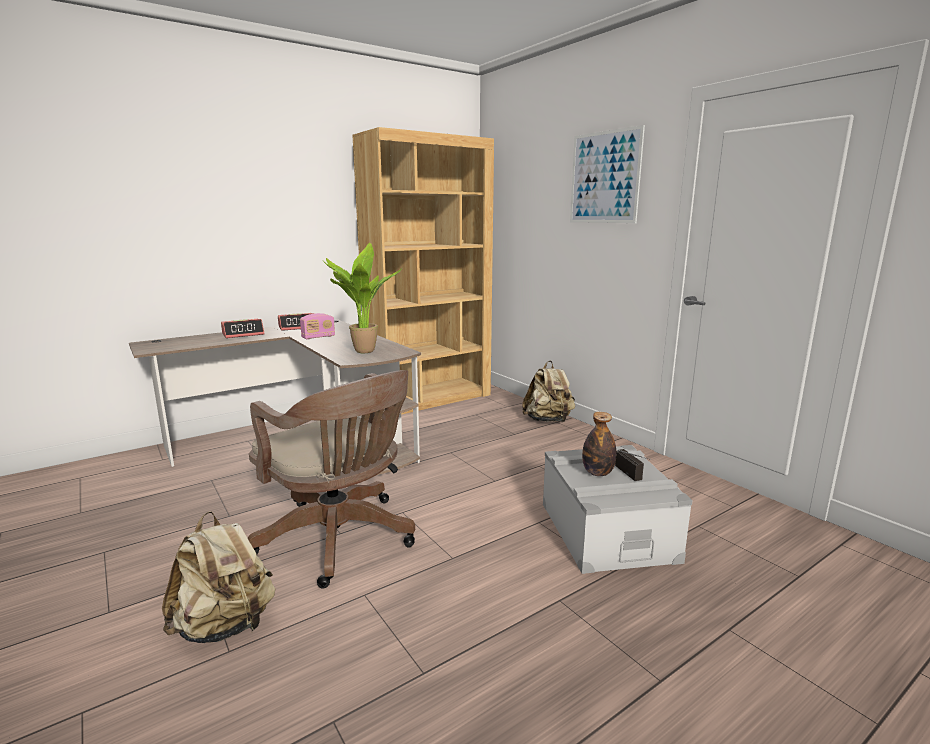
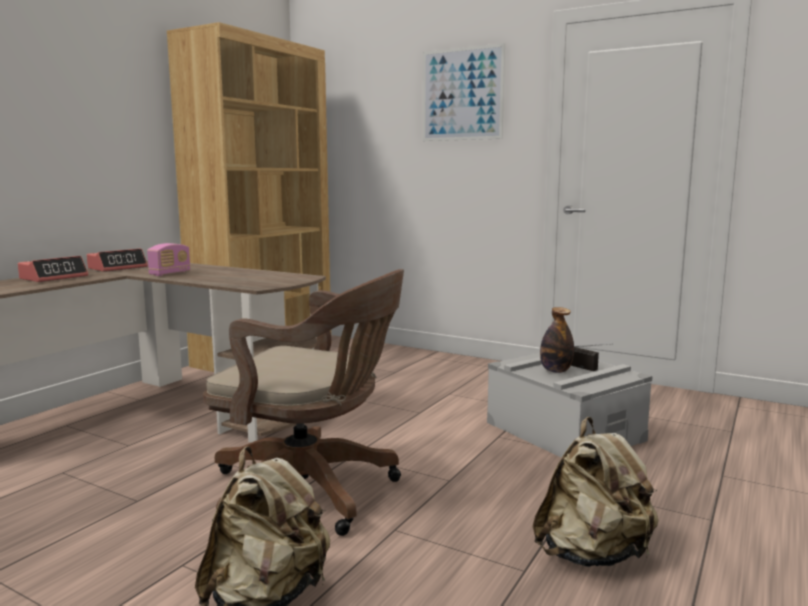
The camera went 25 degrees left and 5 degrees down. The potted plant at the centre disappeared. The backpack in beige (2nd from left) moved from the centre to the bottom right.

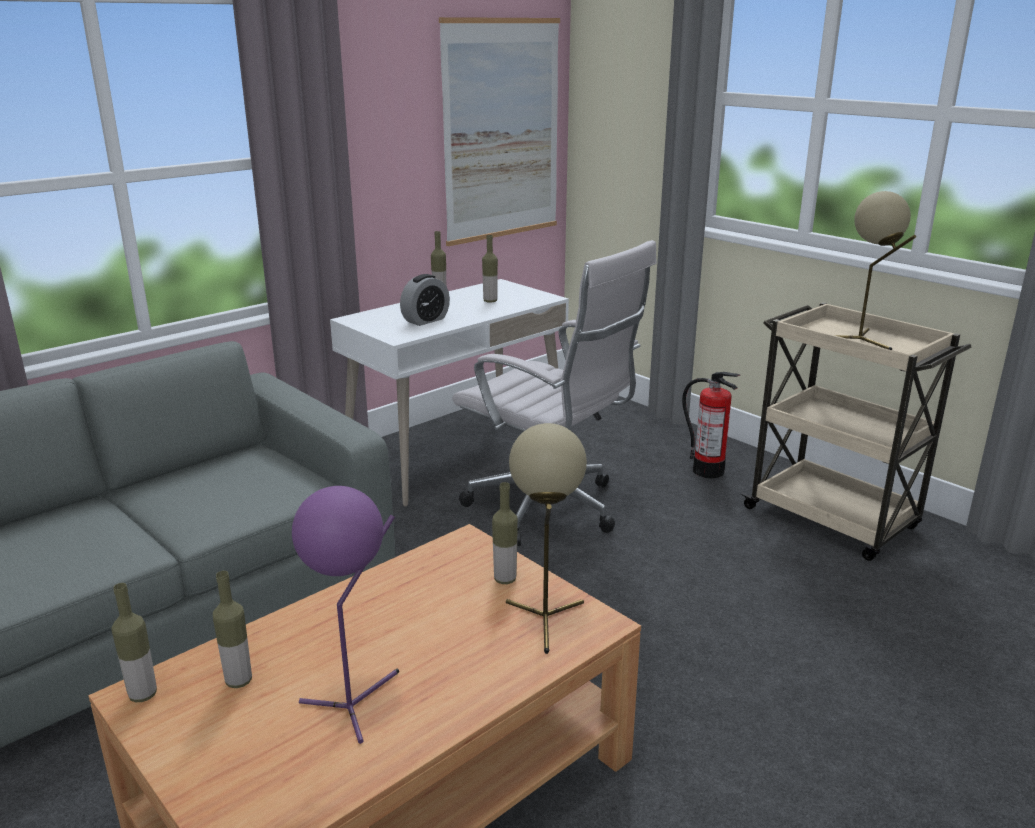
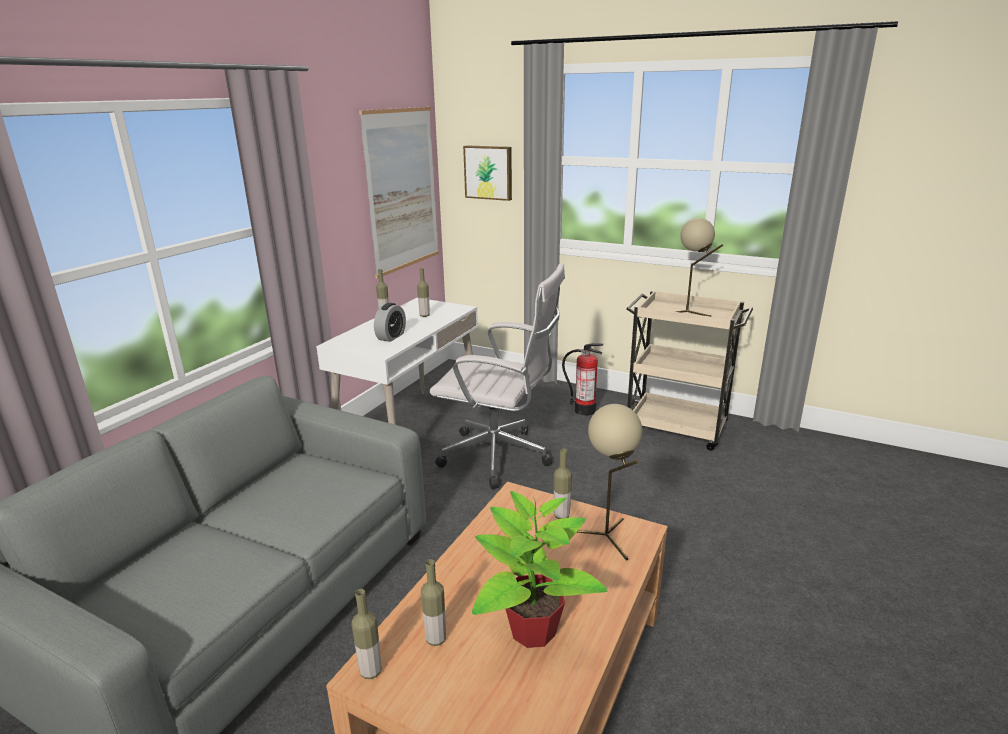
The camera went 20 degrees left and 0 degrees up. The table lamp in purple at the bottom centre was replaced by the potted plant at the bottom centre. The picture (2nd from left) at the top centre appeared.

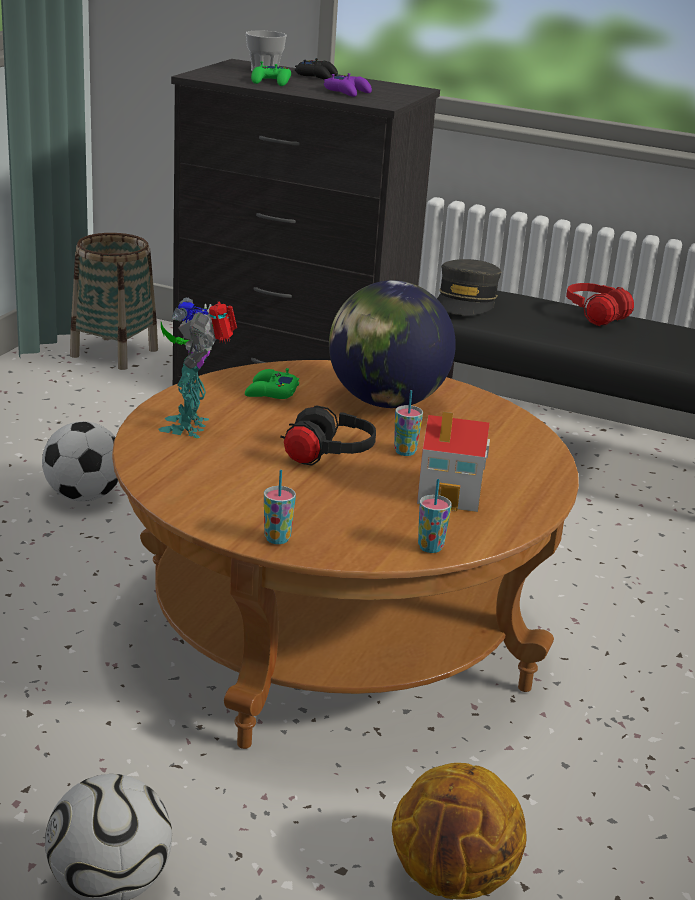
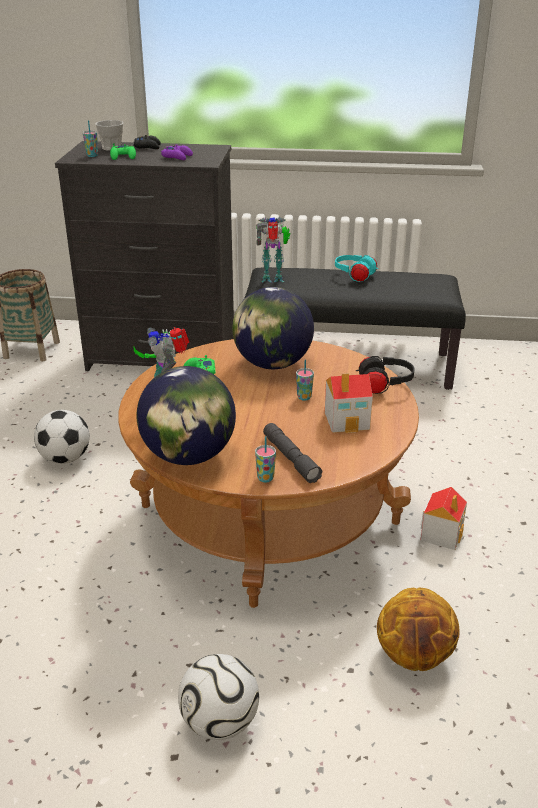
The camera went 15 degrees left and 5 degrees up. The cap in grey at the top right was replaced by the toy robot (2nd from left) at the top centre. The headphones in red at the middle right became the headphones in turquoise at the top centre. The headphones in black moved from the centre to the middle right. The cup (4th from left in the first image) moved from the centre to the top left. The globe (1st from left) at the centre appeared. The flashlight in grey at the centre appeared. The toy house (2nd from left) at the middle right appeared.

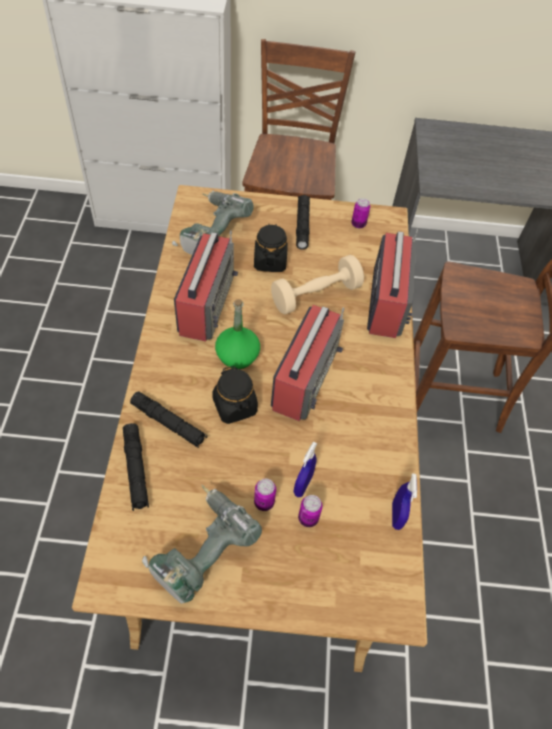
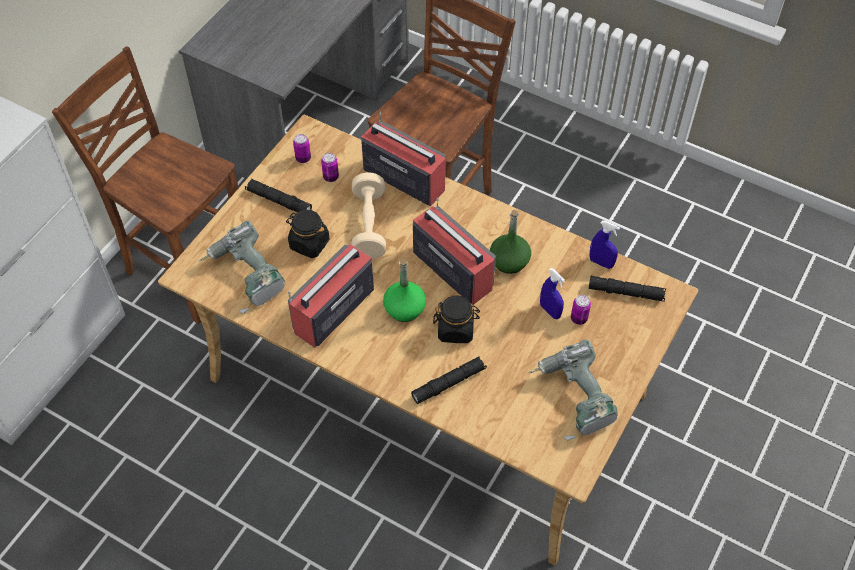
The camera went 60 degrees left and 0 degrees up. The radio (1st from left) at the centre turned 90 degrees counterclockwise. The flashlight in black (1st from left in the first image) moved from the middle left to the middle right. The can (1st from left in the first image) moved from the bottom centre to the top centre. The bottle in green (2nd from left) at the centre appeared.

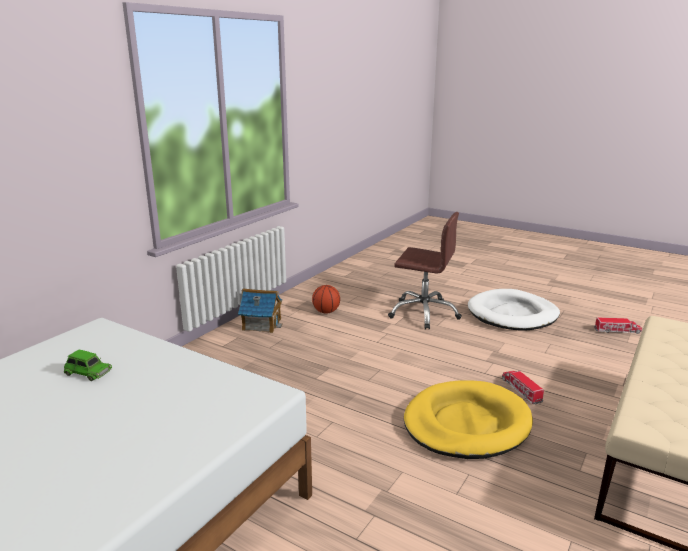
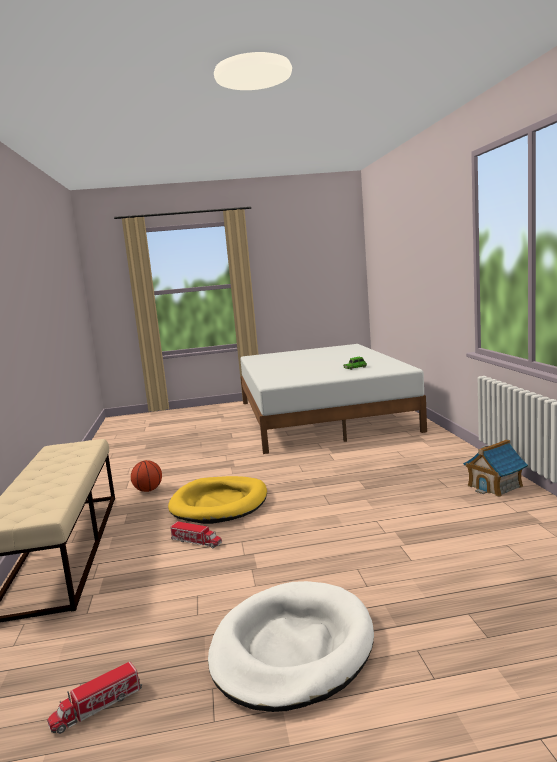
The camera went 140 degrees right and 10 degrees down. The office chair in brown at the centre disappeared. The basketball moved from the centre to the middle left.

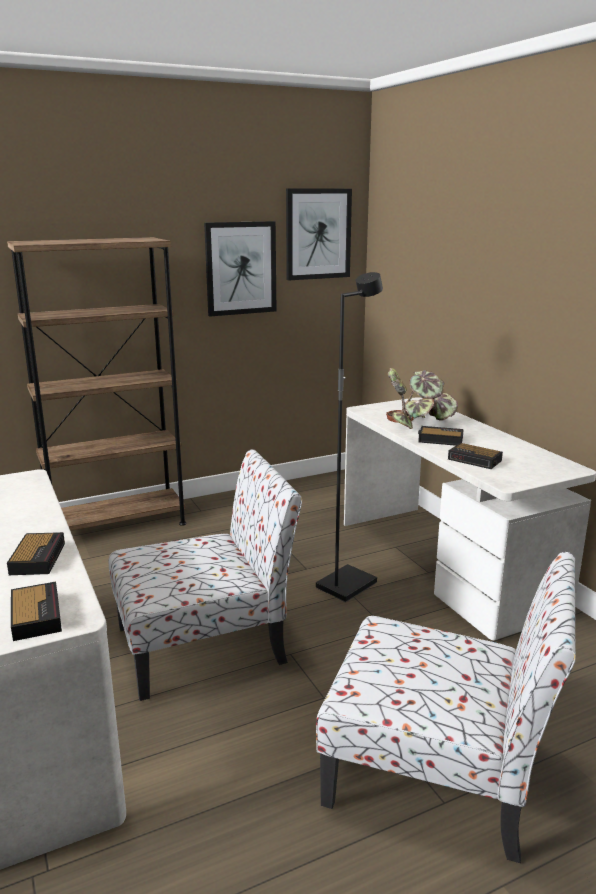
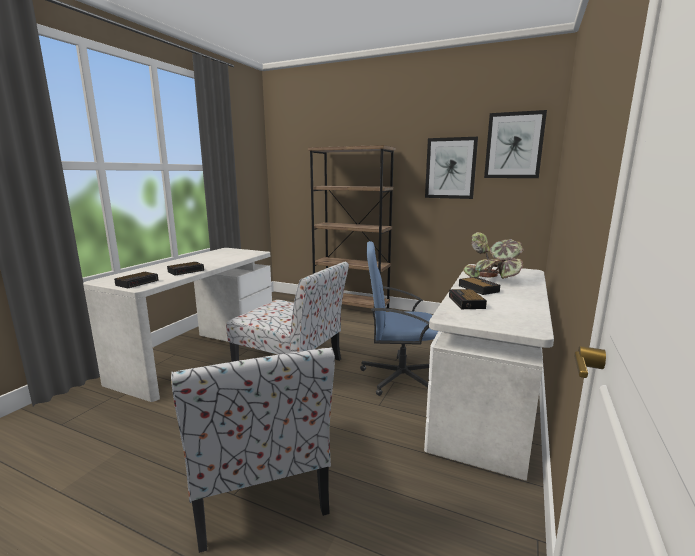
The camera went 50 degrees right and 5 degrees down. The floor lamp in black at the centre was replaced by the office chair in blue at the centre.

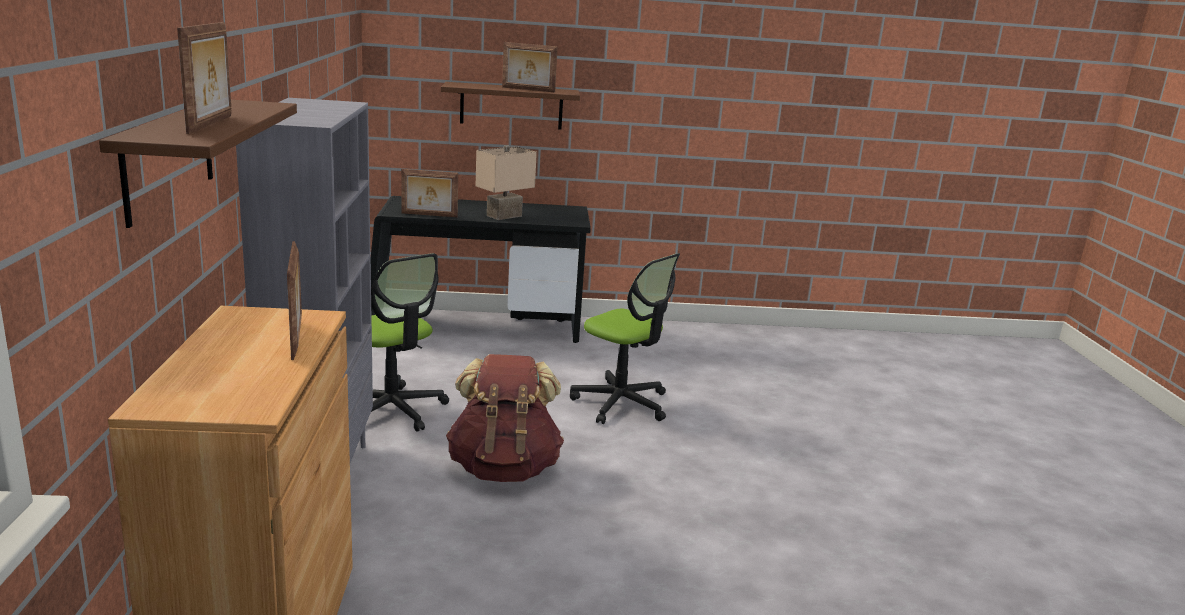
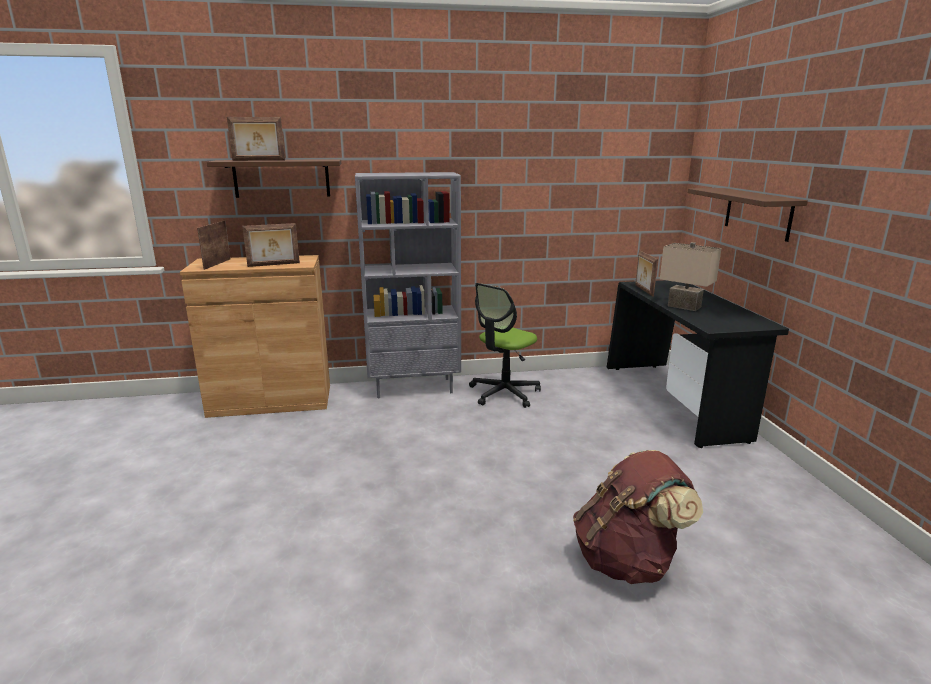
The camera went 85 degrees right and 0 degrees up. The picture frame (4th from left in the first image) moved from the top centre to the middle left. The office chair (2nd from left) at the centre disappeared. The backpack in brown moved from the bottom centre to the bottom right.

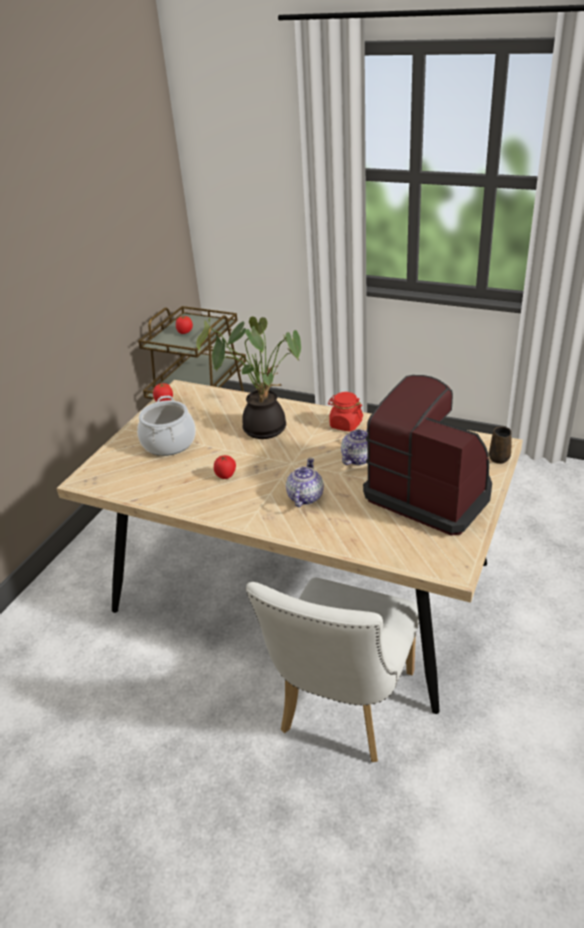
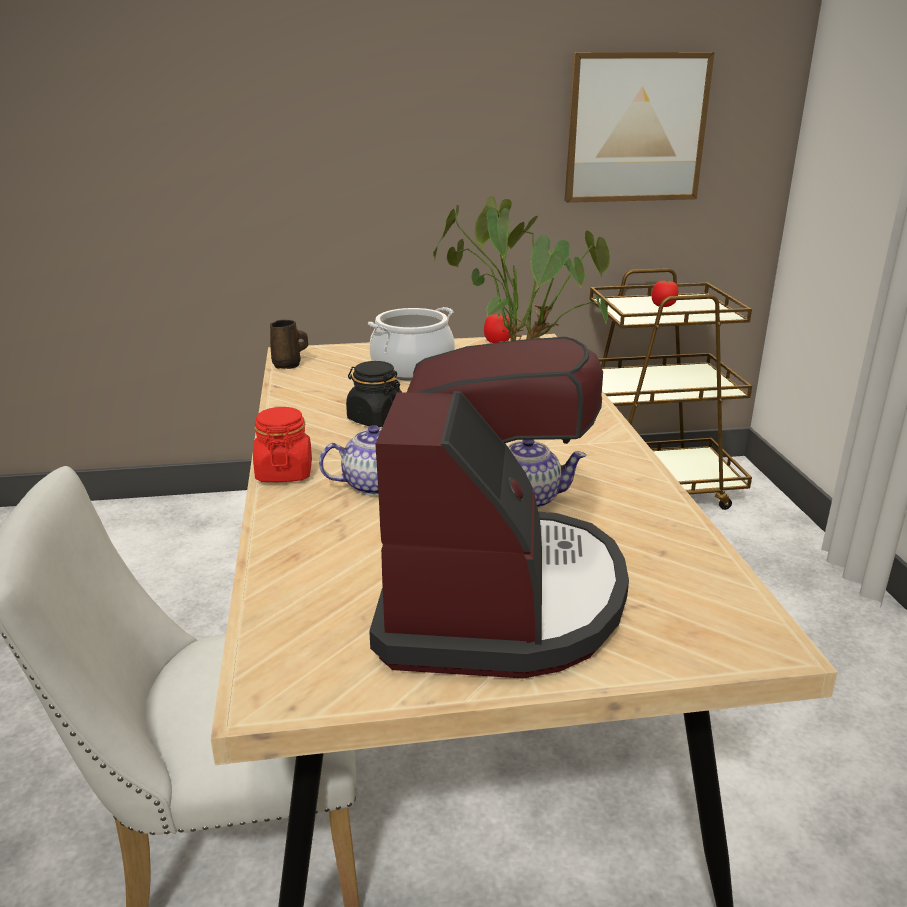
The camera went 55 degrees right and 10 degrees down. The jar in red moved from the centre to the middle left. The mug in brown moved from the middle right to the middle left. The tomato (3rd from left) at the centre was replaced by the jar in black at the centre. The picture at the top right appeared.

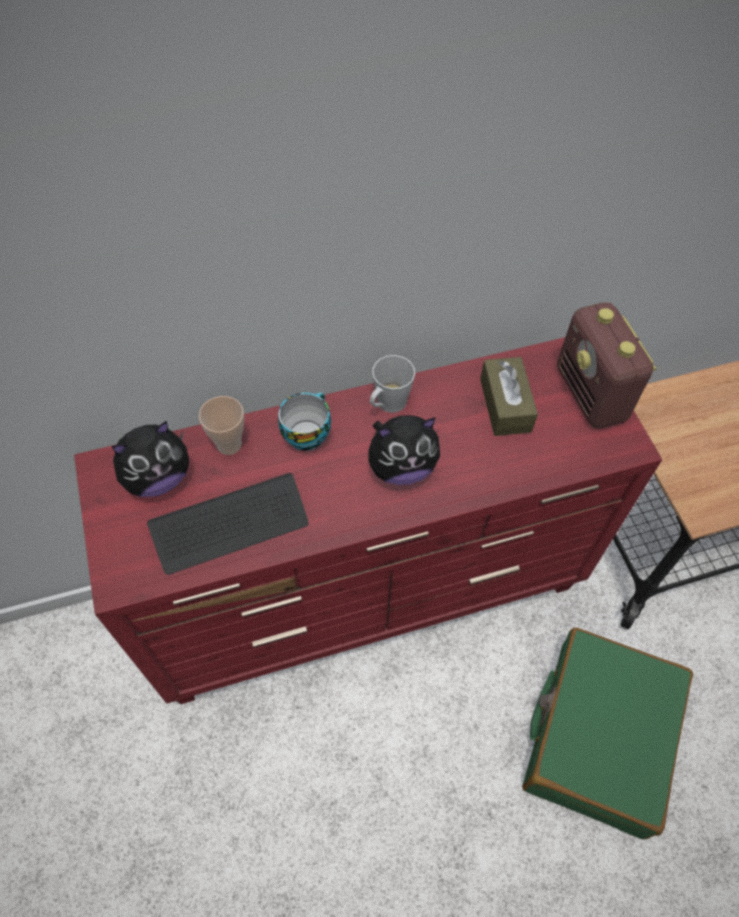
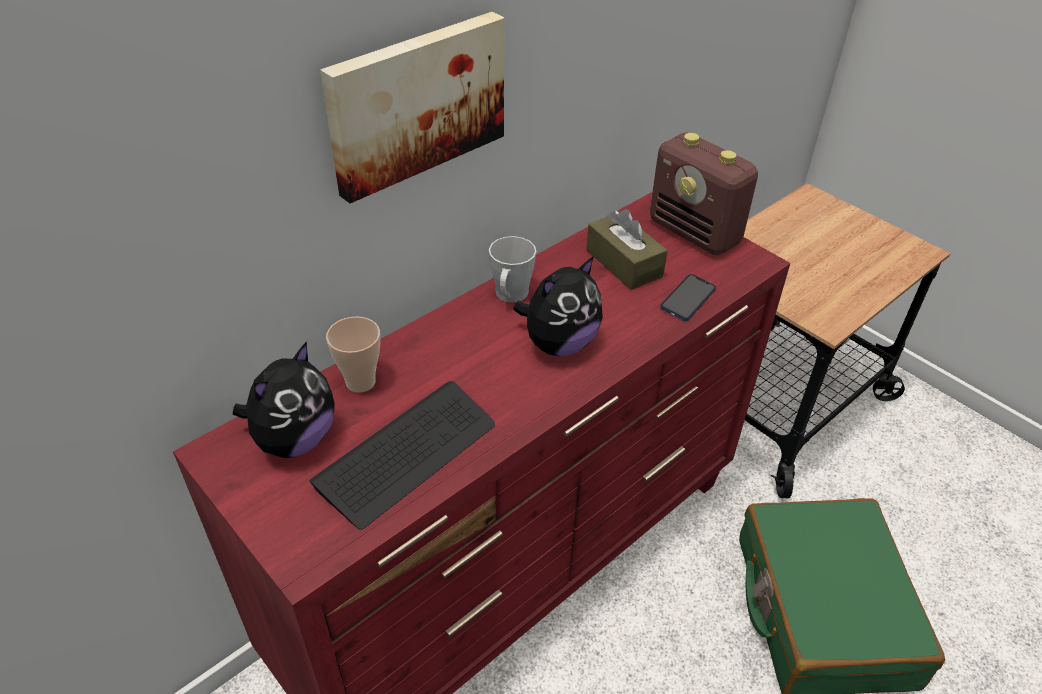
The camera went 25 degrees left and 15 degrees down. The cup (2nd from left) at the centre disappeared. The picture at the top centre appeared. The phone at the centre appeared.

